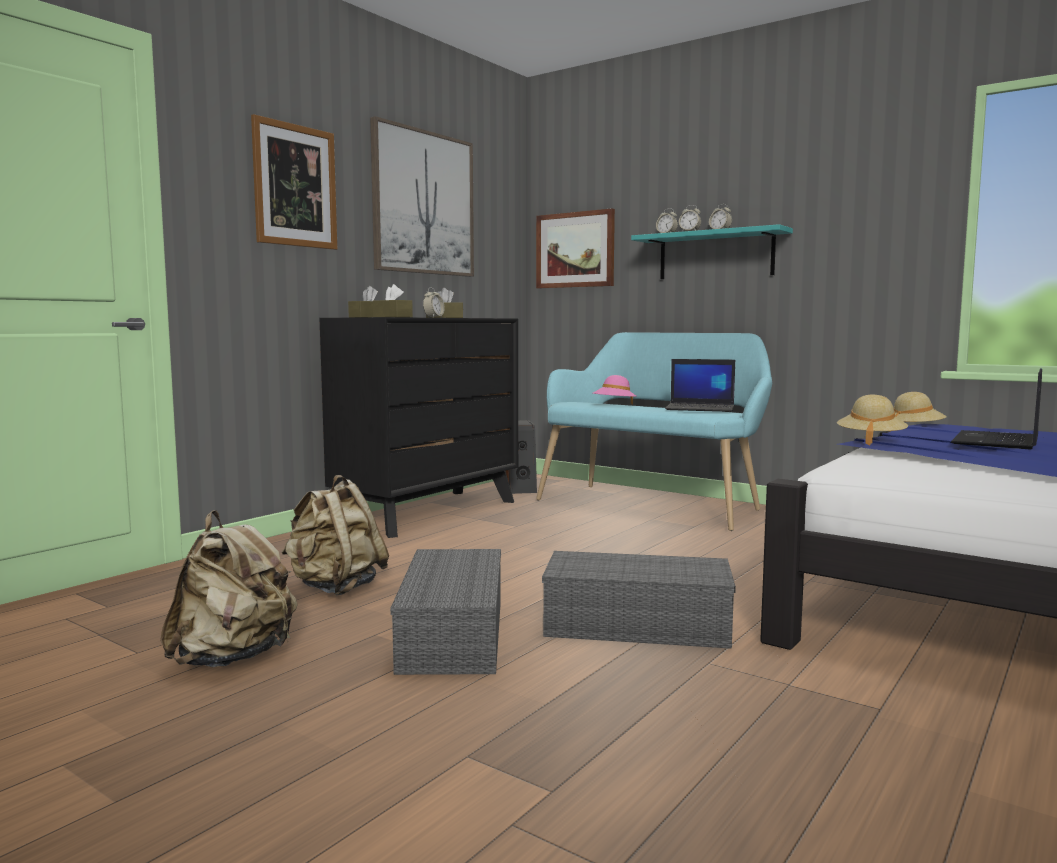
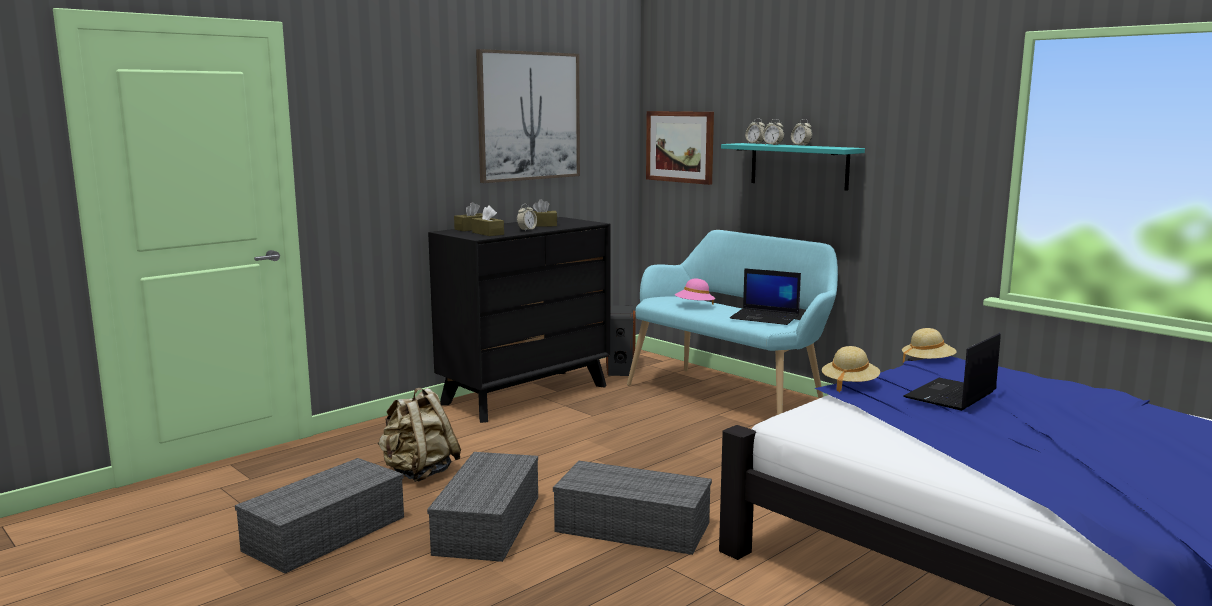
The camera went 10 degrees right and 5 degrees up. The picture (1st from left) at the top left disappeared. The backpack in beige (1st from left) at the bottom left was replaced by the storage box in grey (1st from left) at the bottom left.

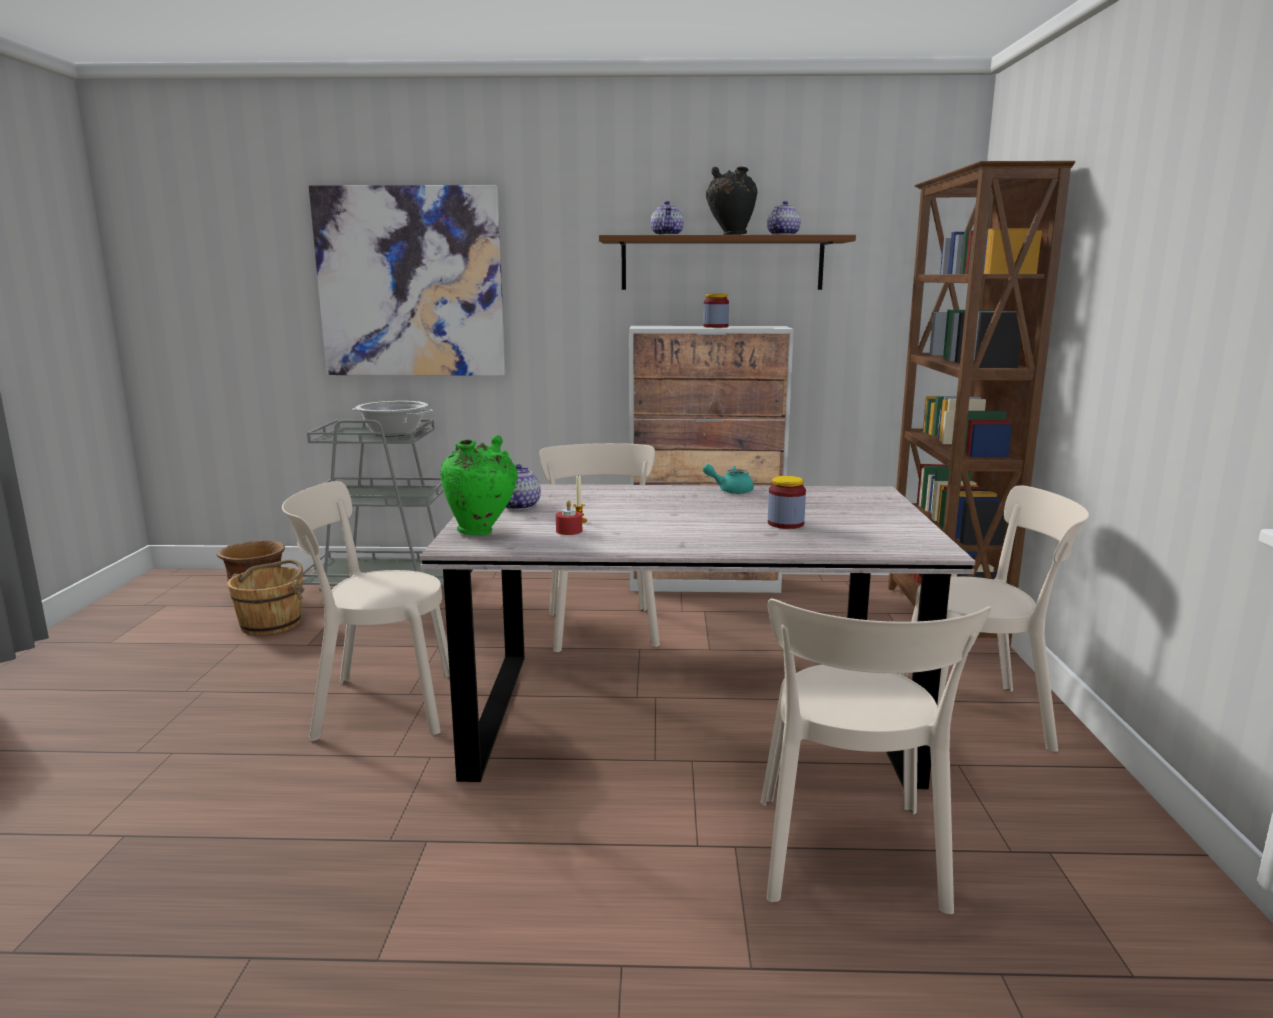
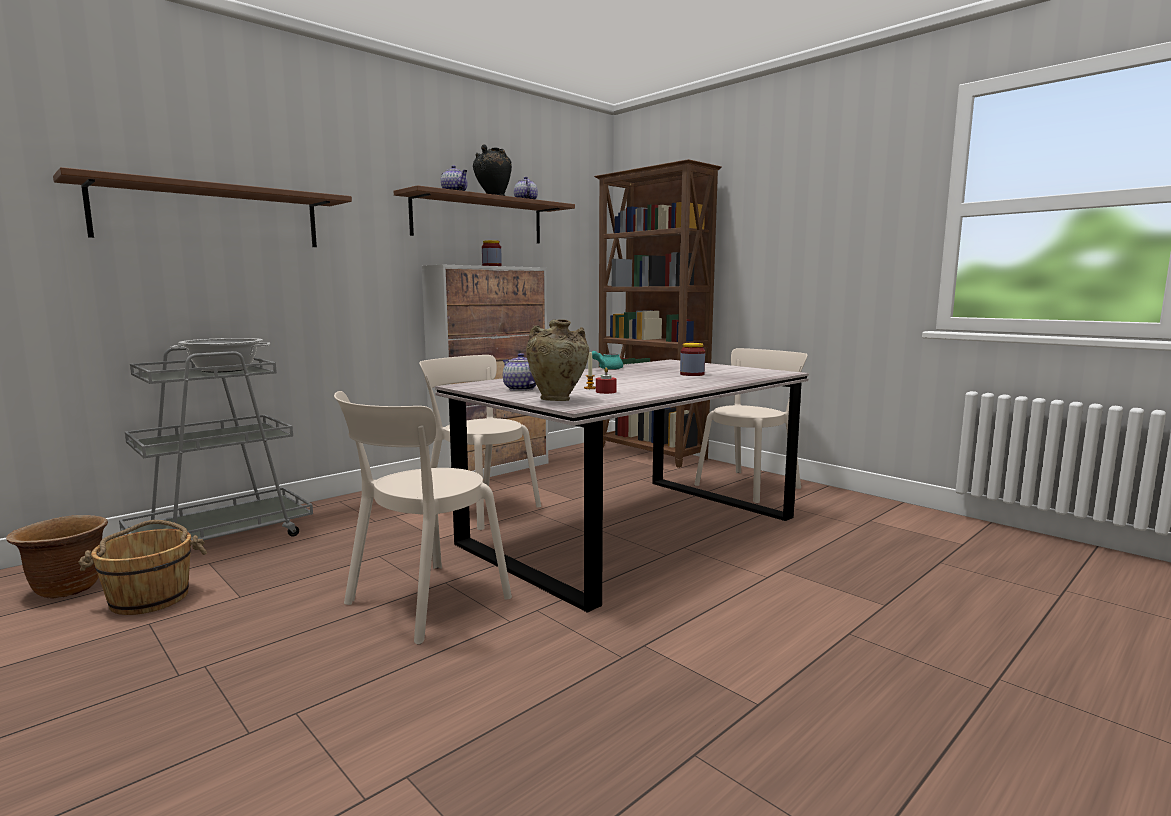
The camera went 45 degrees left and 5 degrees down. The picture at the top left was replaced by the shelf in brown (1st from left) at the top left. The vase in green at the centre became the vase in beige at the centre. The chair in beige (3rd from left) at the bottom right disappeared.

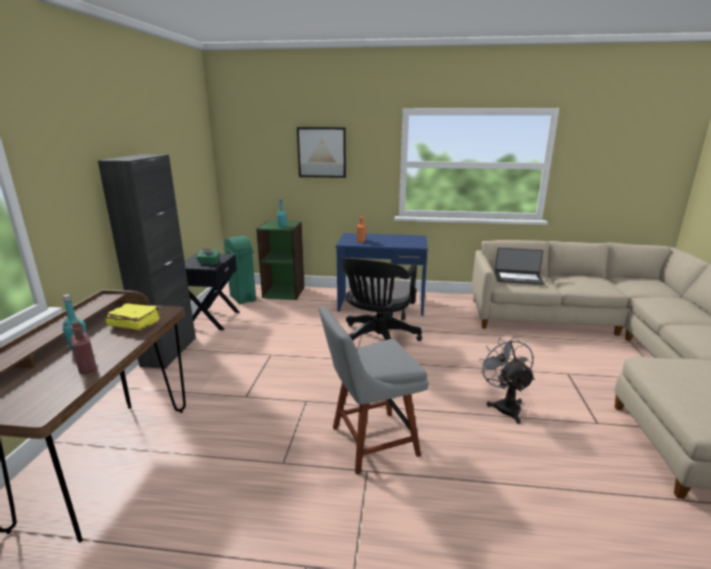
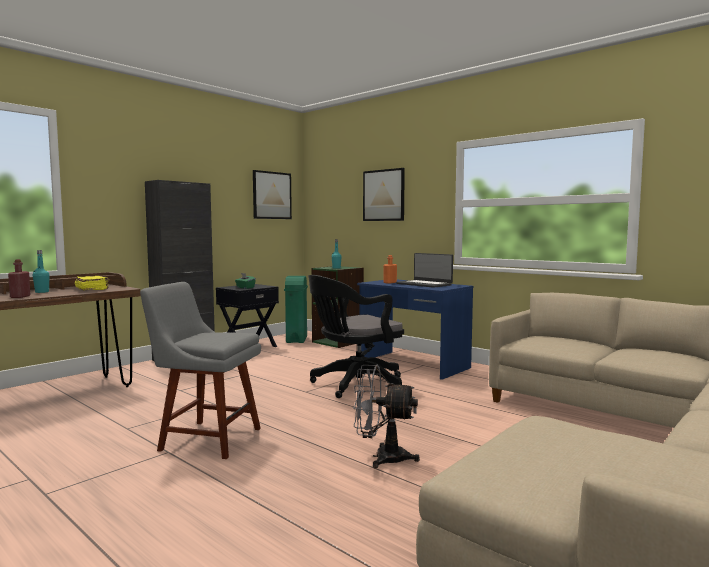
The camera went 35 degrees right and 15 degrees down. The laptop moved from the middle right to the centre. The fan in grey at the bottom right turned 105 degrees counterclockwise. The picture (1st from left) at the centre appeared.

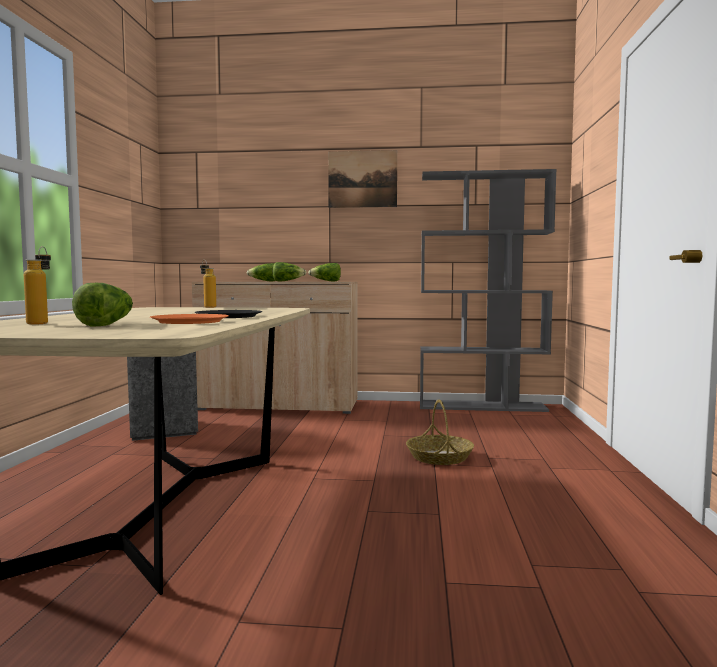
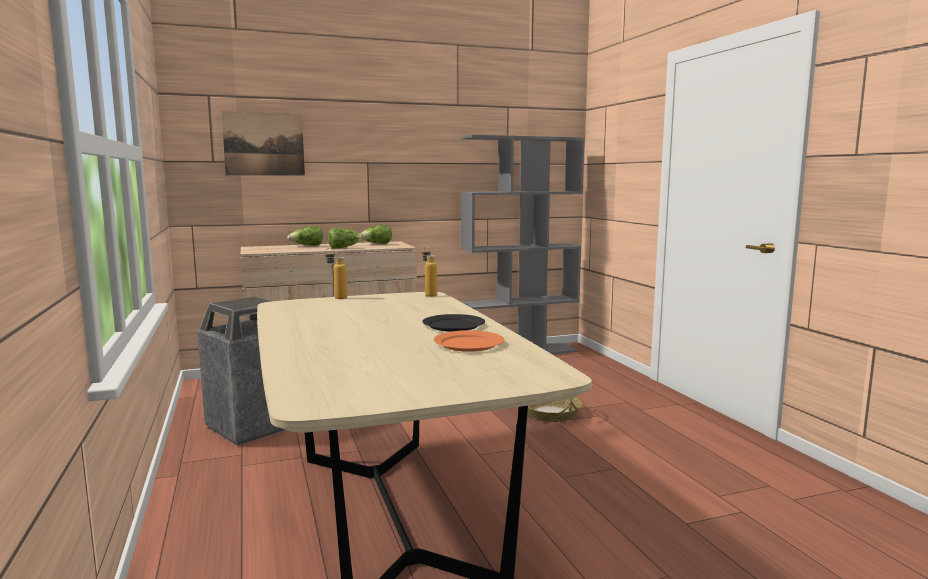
The camera went 25 degrees left and 5 degrees up. The picture moved from the top centre to the top left. The bottle (1st from left in the first image) moved from the middle left to the centre. The lettuce (1st from left) at the middle left disappeared.

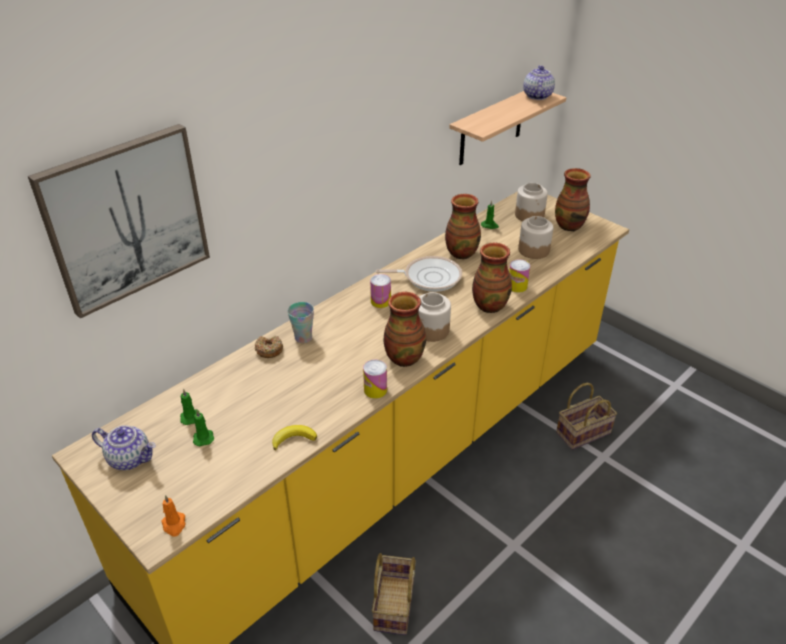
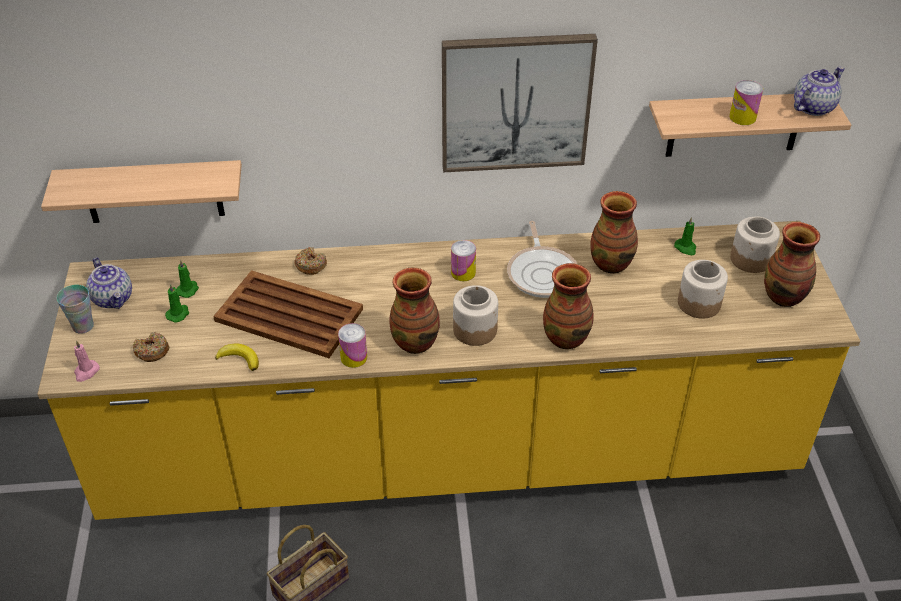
The camera went 40 degrees right and 5 degrees up. The picture moved from the middle left to the top centre. The frying pan at the centre turned 45 degrees clockwise. The can (3rd from left) moved from the centre to the top right. The cup moved from the centre to the middle left. The basket (2nd from left) at the middle right disappeared. The candle in orange at the bottom left became the candle in pink at the middle left. The shelf (1st from left) at the top left appeared. The tray in brown at the middle left appeared. The donut (1st from left) at the middle left appeared.

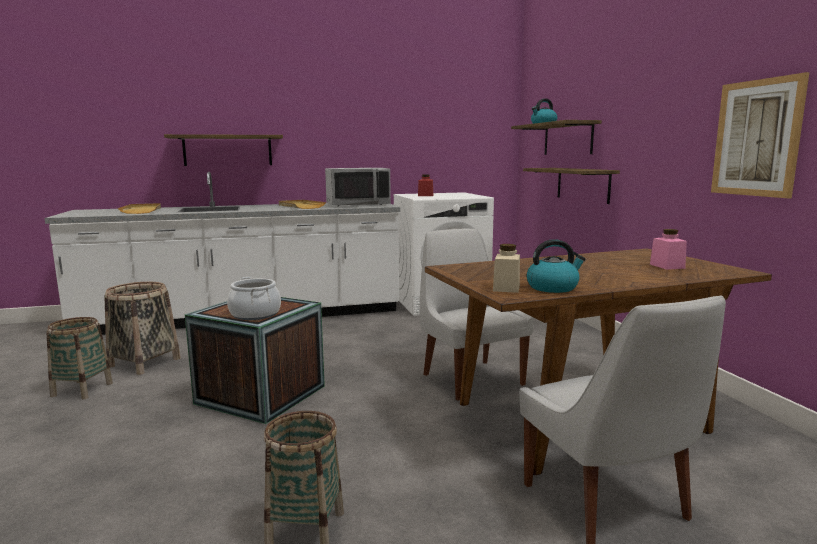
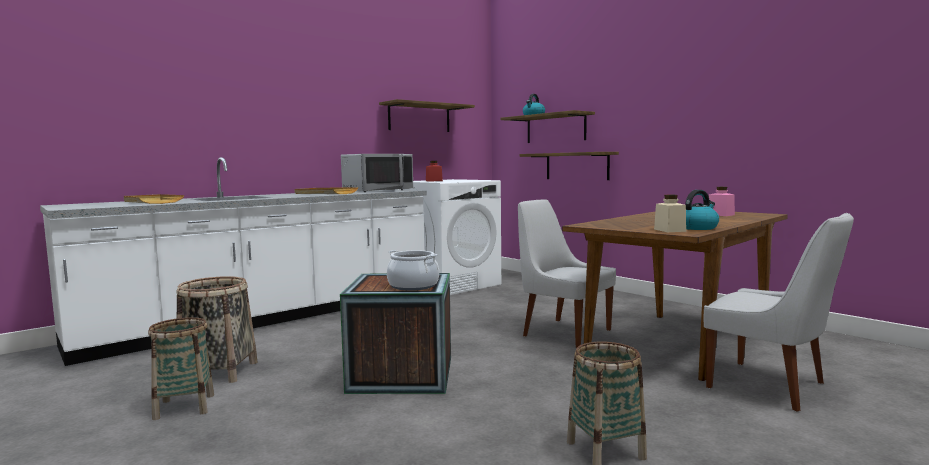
The camera went 25 degrees left and 5 degrees down. The picture at the top right disappeared. The shelf (1st from left) moved from the top left to the top centre.

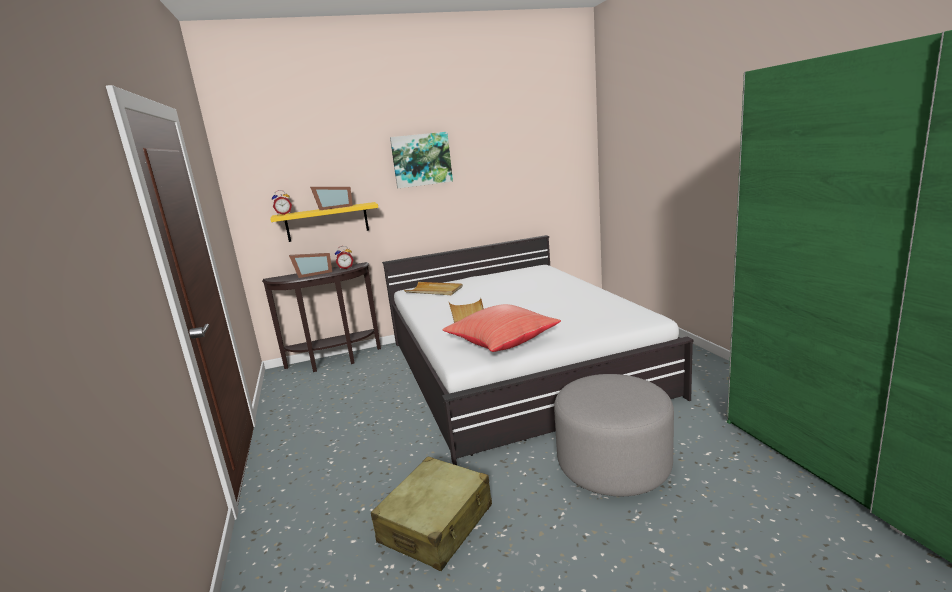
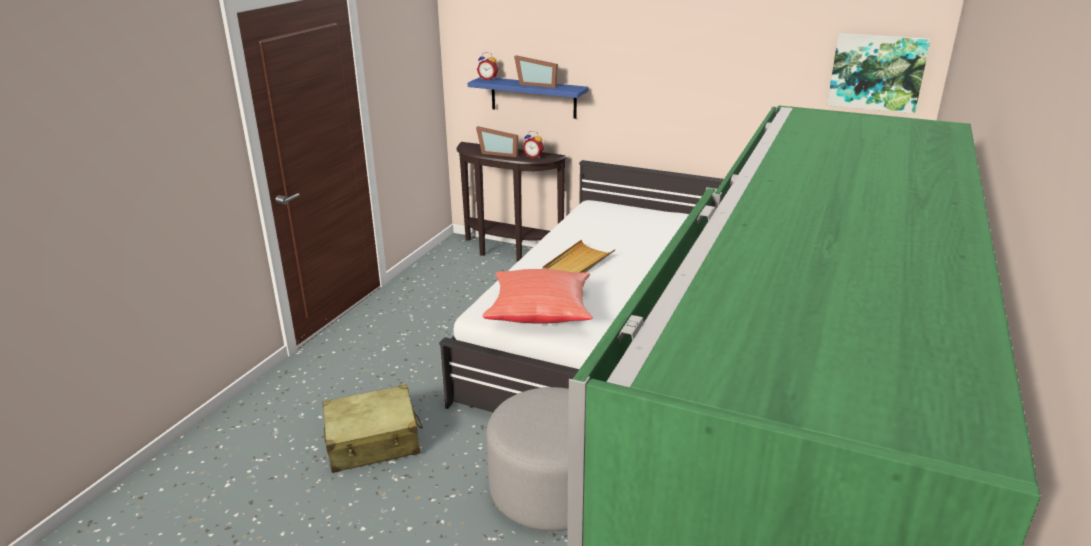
The camera went 40 degrees right and 10 degrees up. The picture moved from the top centre to the top right. The shelf in yellow at the centre became the shelf in blue at the top centre. The tray in beige (1st from left) at the centre disappeared.

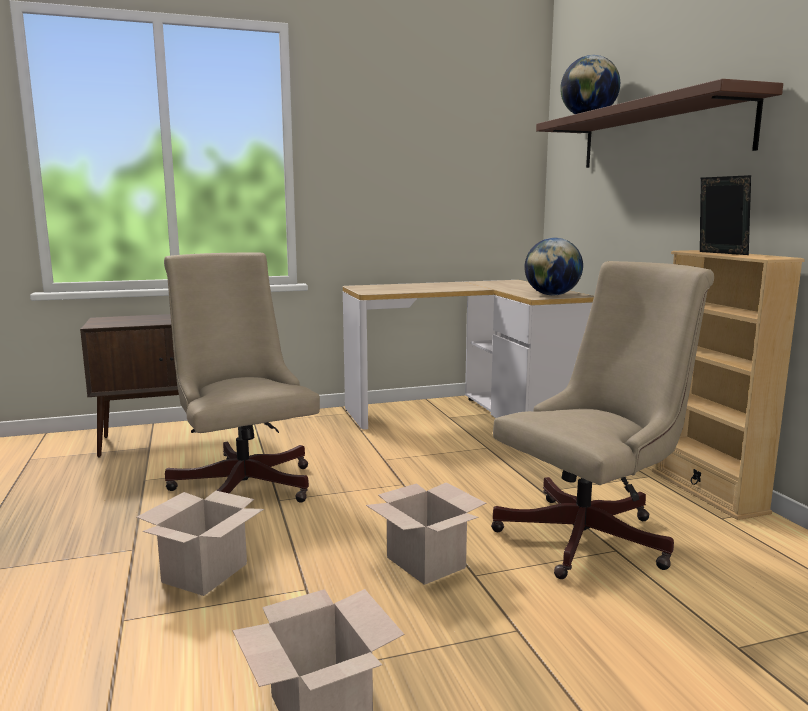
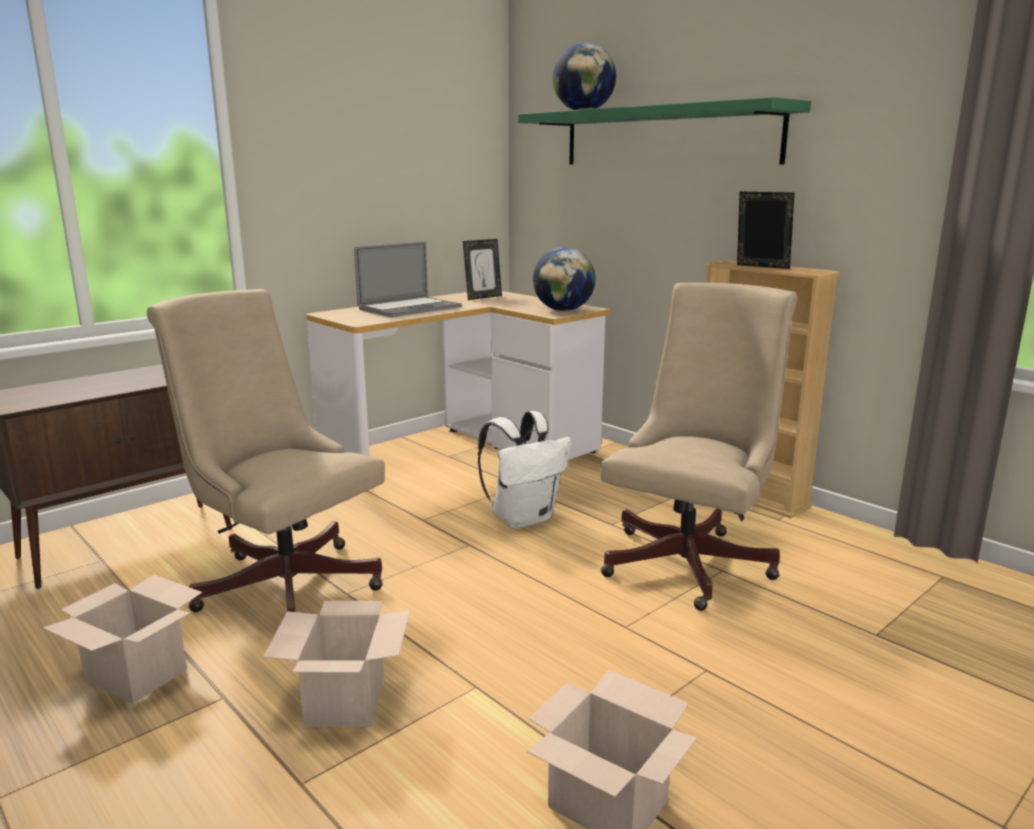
The camera went 25 degrees left and 5 degrees up. The shelf in brown at the top right became the shelf in green at the top centre. The cardboard box (3rd from left in the first image) moved from the bottom centre to the bottom left. The picture frame (1st from left) at the top centre appeared. The laptop at the centre appeared. The backpack in white at the centre appeared.

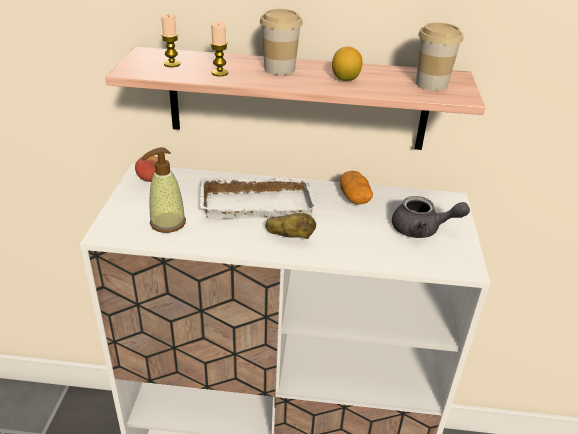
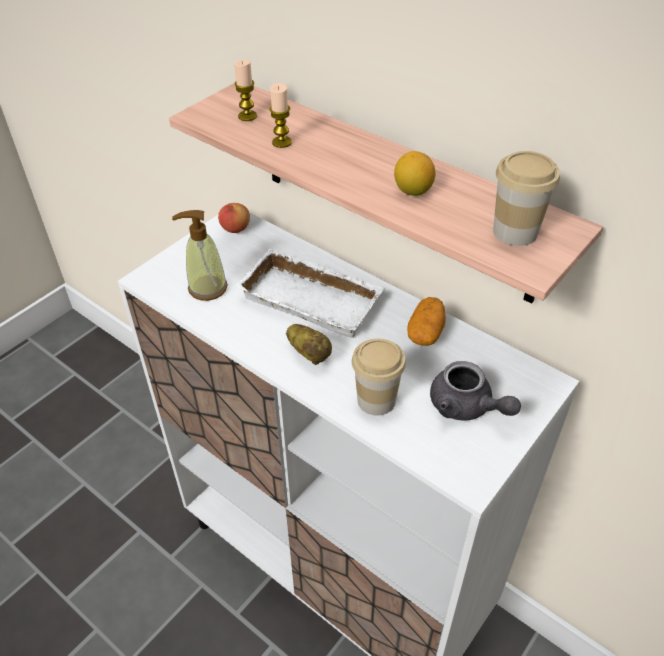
The camera went 35 degrees right and 10 degrees up. The cup (1st from left) moved from the top centre to the centre.

